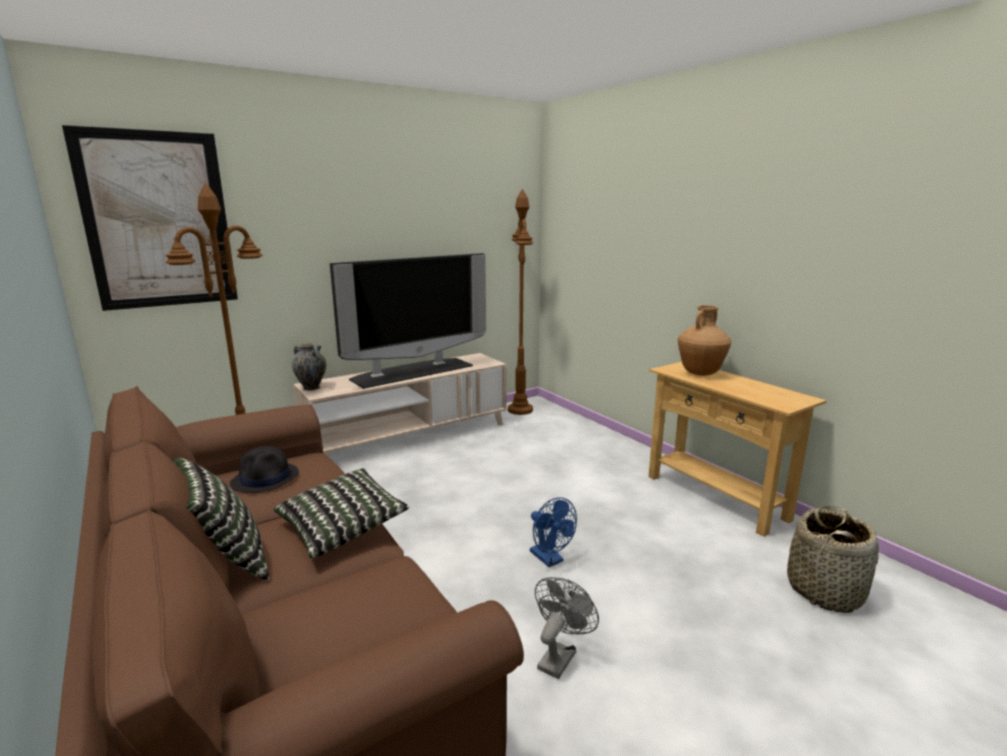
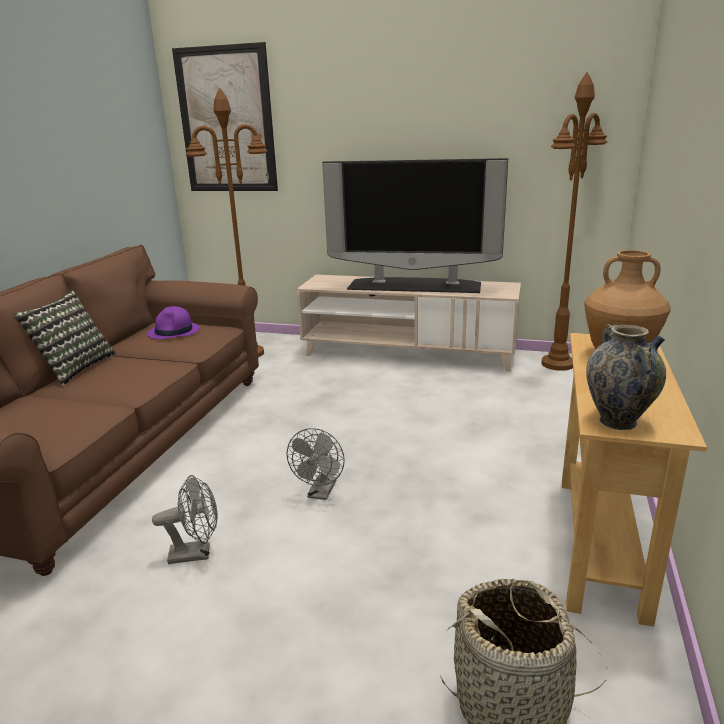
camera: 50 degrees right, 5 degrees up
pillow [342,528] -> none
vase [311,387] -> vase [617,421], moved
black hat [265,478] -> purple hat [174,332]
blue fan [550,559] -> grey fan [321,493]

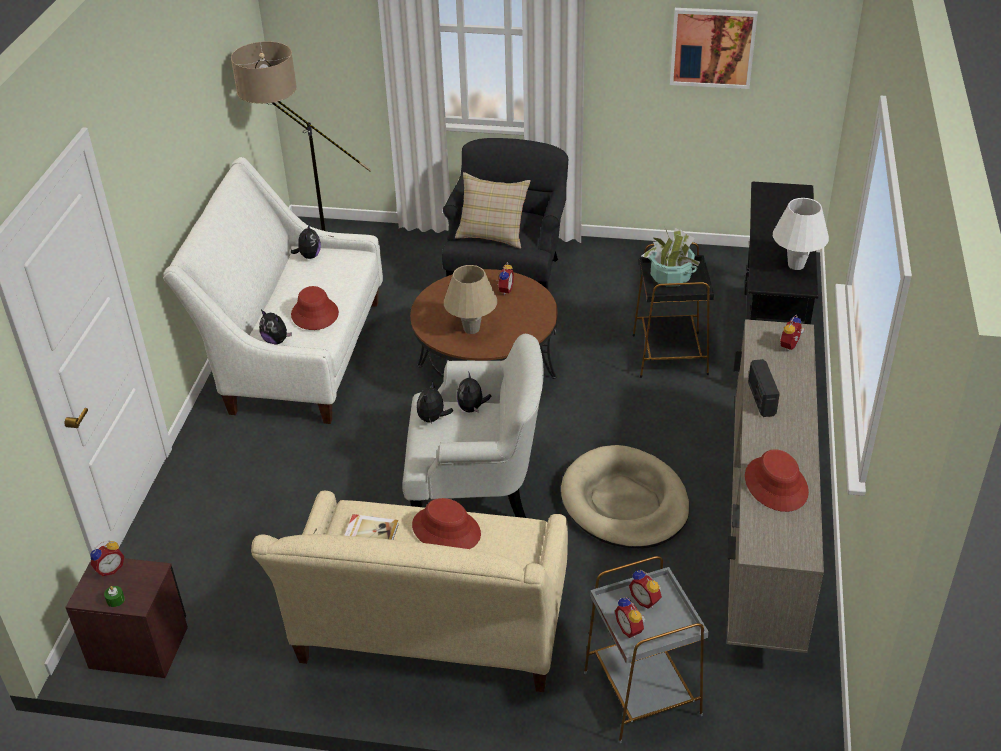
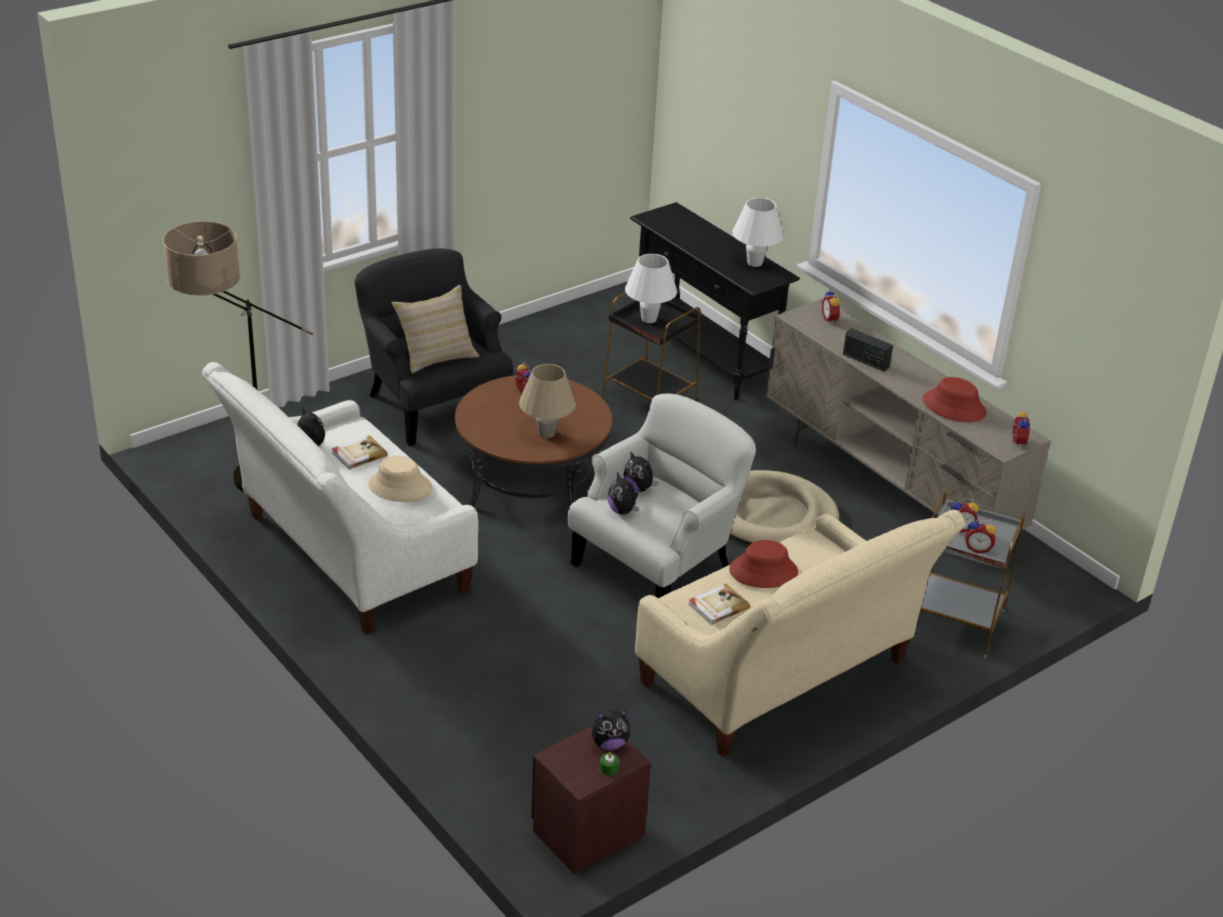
camera: 50 degrees left, 5 degrees down
picture [712,47] -> none
none -> book [359,454]
alarm clock [109,569] -> alarm clock [1016,441], moved
plush toy [276,341] -> plush toy [609,744], moved
potted plant [670,276] -> white table lamp [649,319]
red hat [314,314] -> beige hat [400,487]

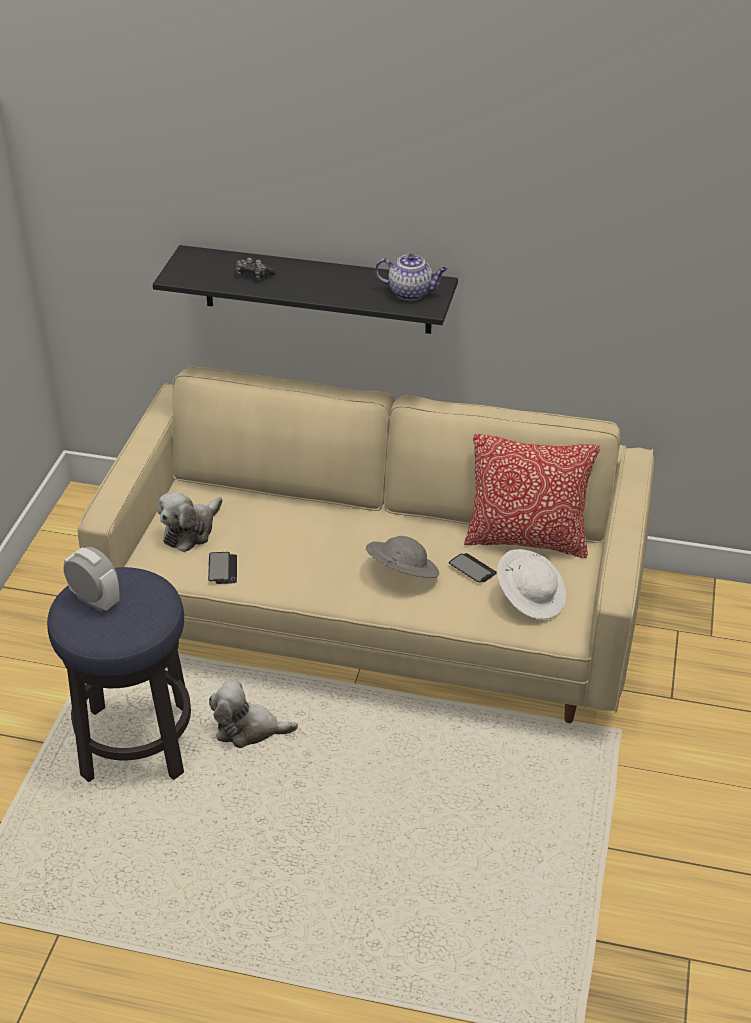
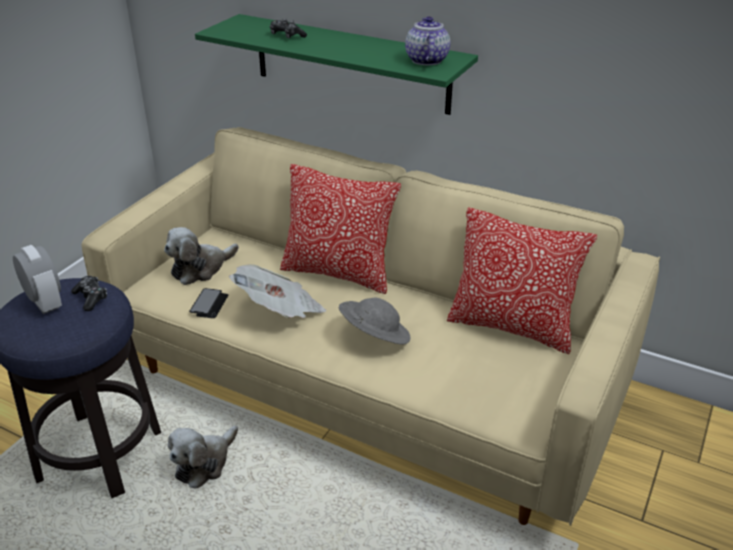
camera: 15 degrees right, 5 degrees down
phone [472,569] -> none
white hat [530,597] -> none
none -> game controller [91,298]
none -> newspaper [280,311]
none -> pillow [338,273]
black shelf [317,290] -> green shelf [351,64]
plush toy [248,729] -> plush toy [204,463], 75 degrees counterclockwise
teapot [411,292] -> teapot [426,60], 120 degrees counterclockwise

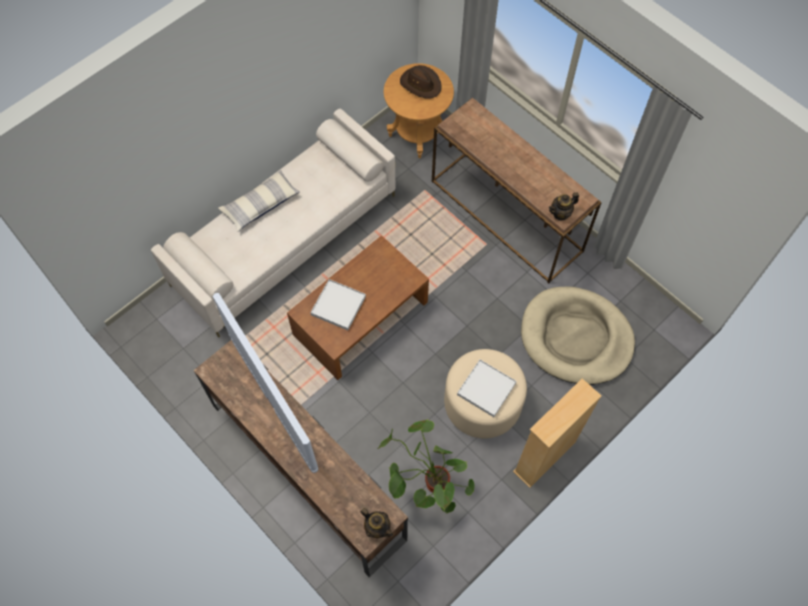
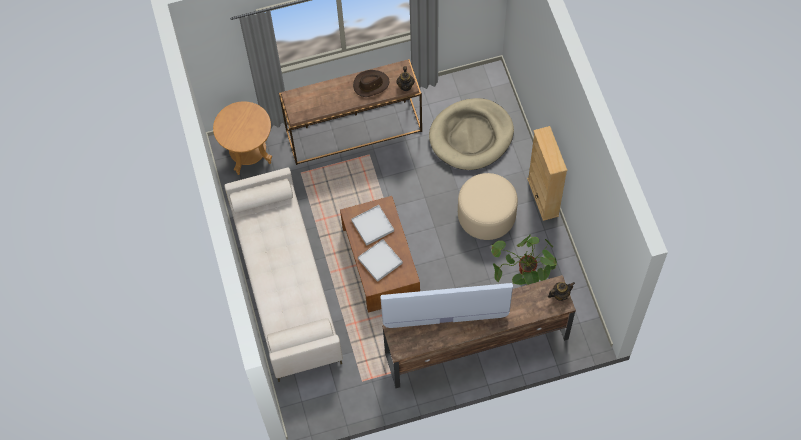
camera: 60 degrees left, 0 degrees up
pillow [260,204] -> none
brown hat [421,84] -> brown hat [371,84], moved
white tray [486,389] -> white tray [373,226], moved

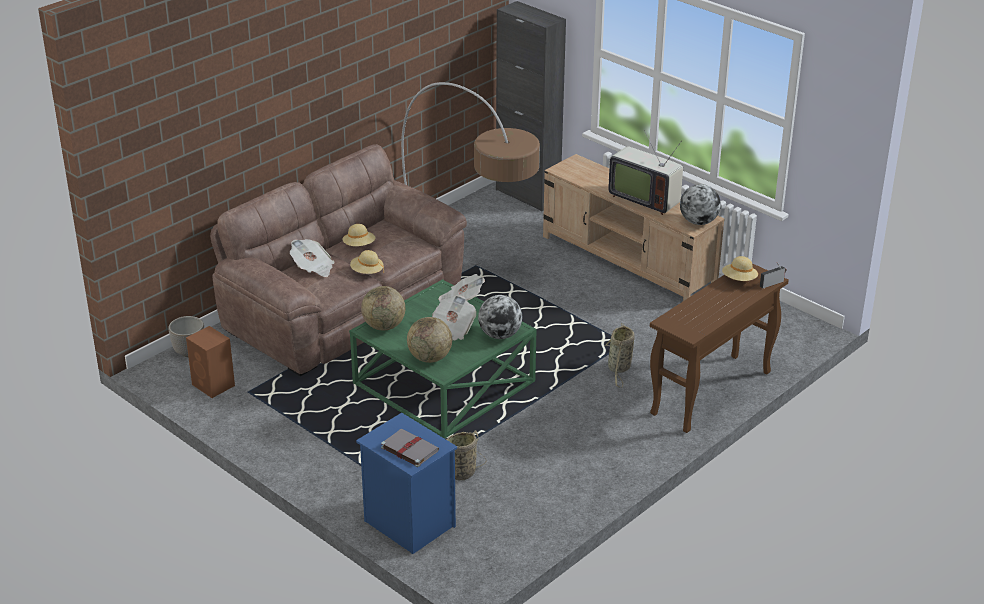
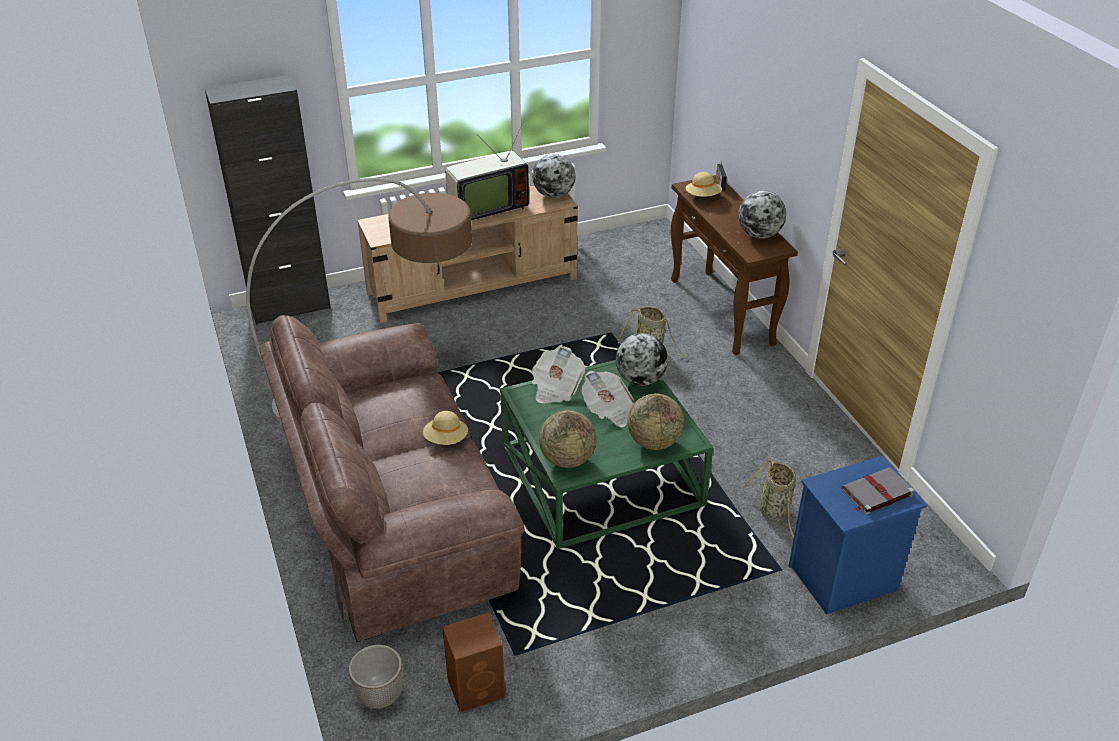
camera: 65 degrees left, 5 degrees up
newspaper [313,268] -> none
beige hat [359,245] -> none
none -> globe [759,235]

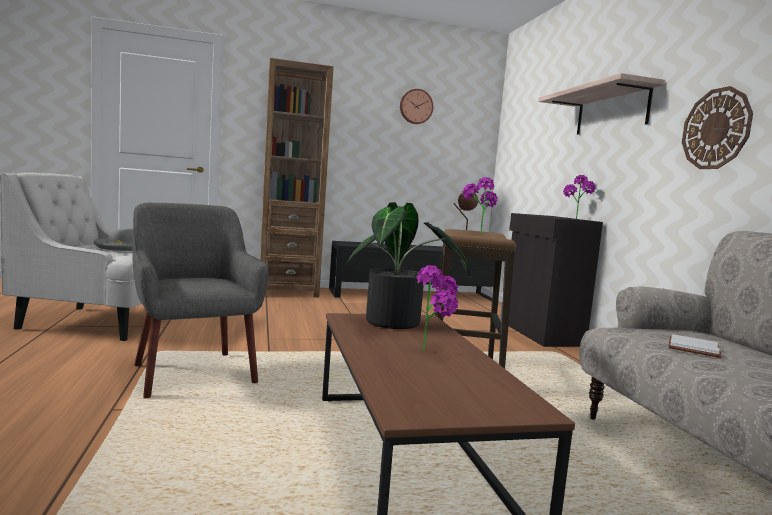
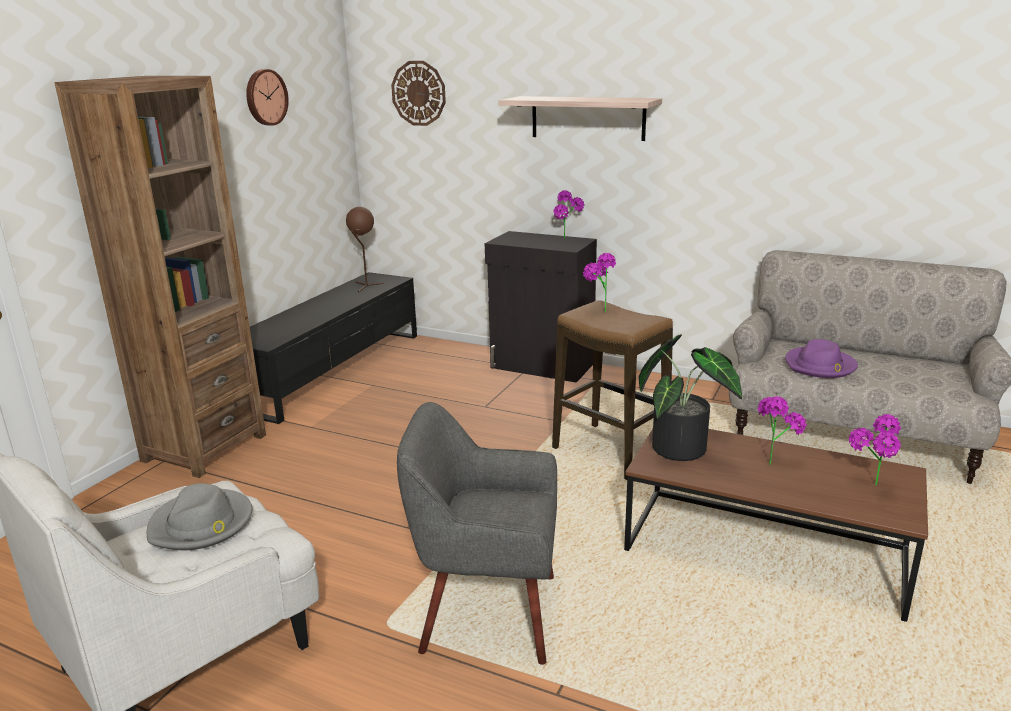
camera: 50 degrees left, 15 degrees up
none -> potted plant [869,488]
wall clock [716,129] -> wall clock [418,93], moved
white book [695,349] -> purple hat [820,366]

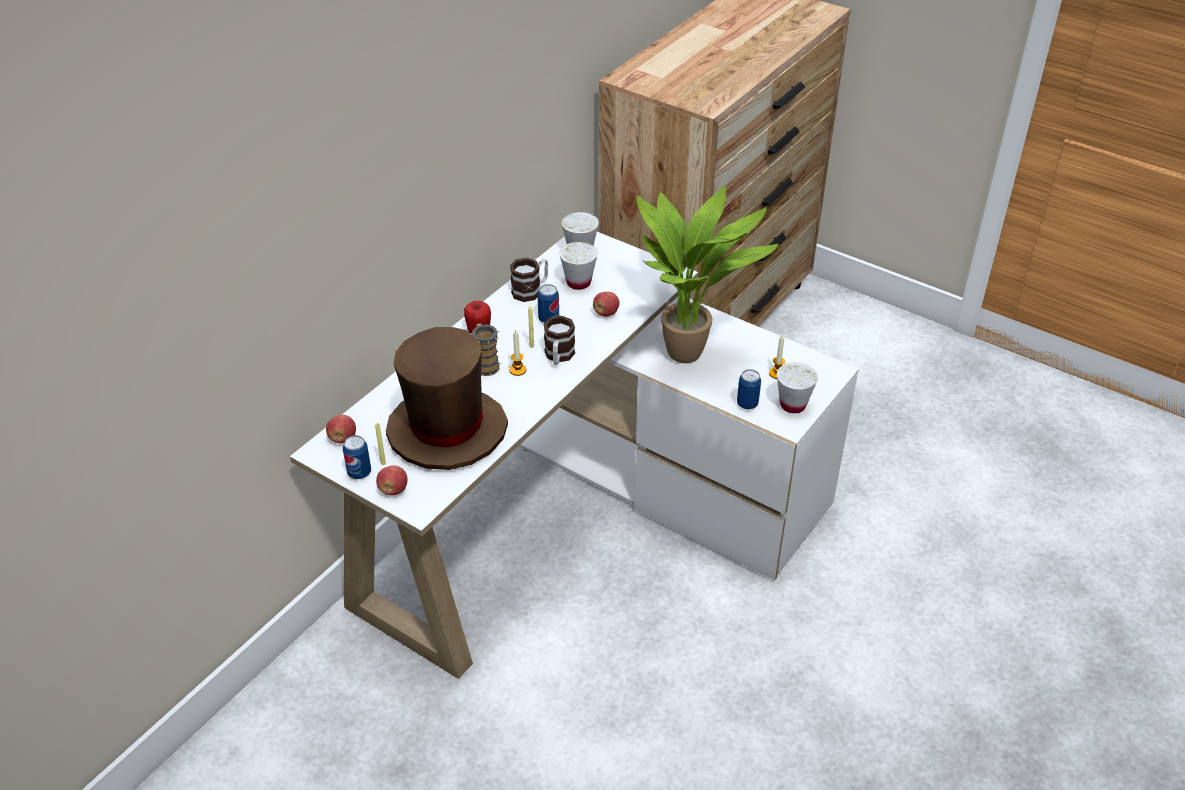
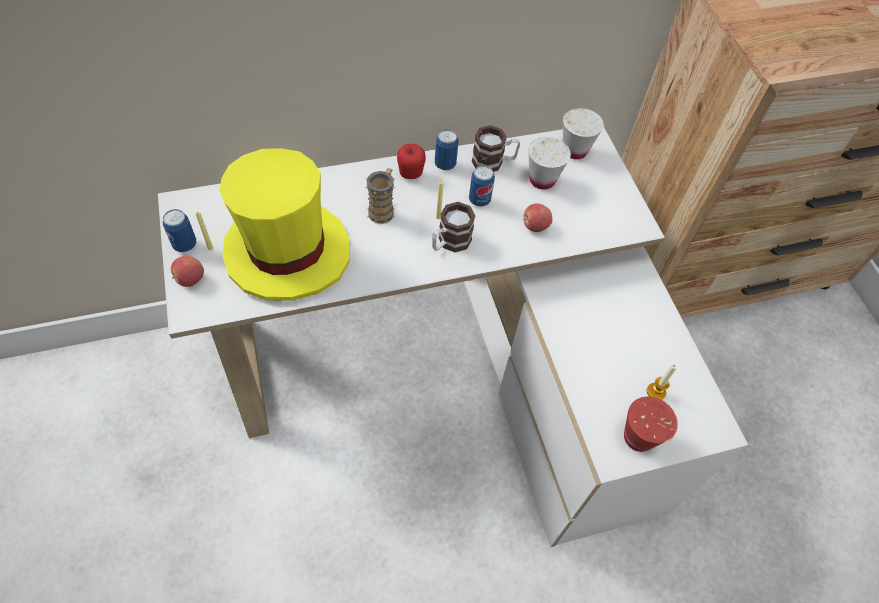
camera: 35 degrees right, 15 degrees up
apple [342,438] -> none
candle [517,370] -> none
potted plant [690,353] -> none
can [747,404] -> can [445,164], moved
brown hat [447,431] -> yellow hat [287,252]
white cup [792,405] -> red cup [638,437]

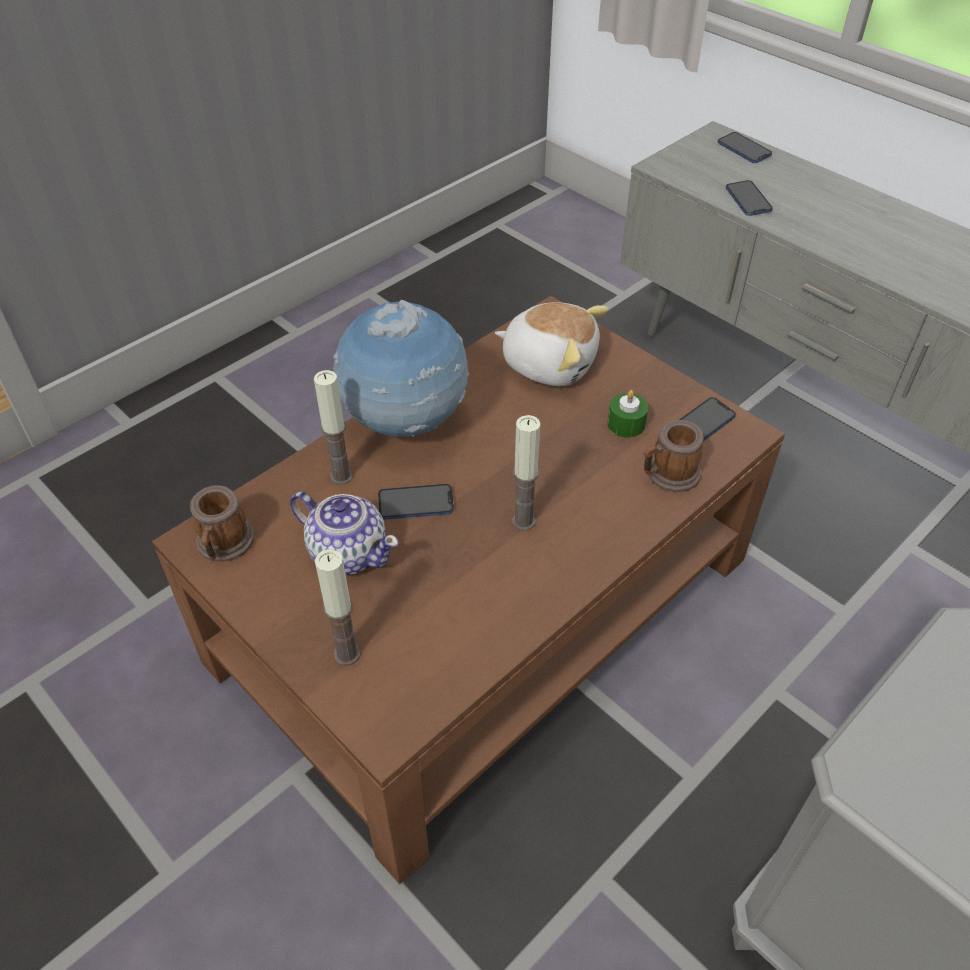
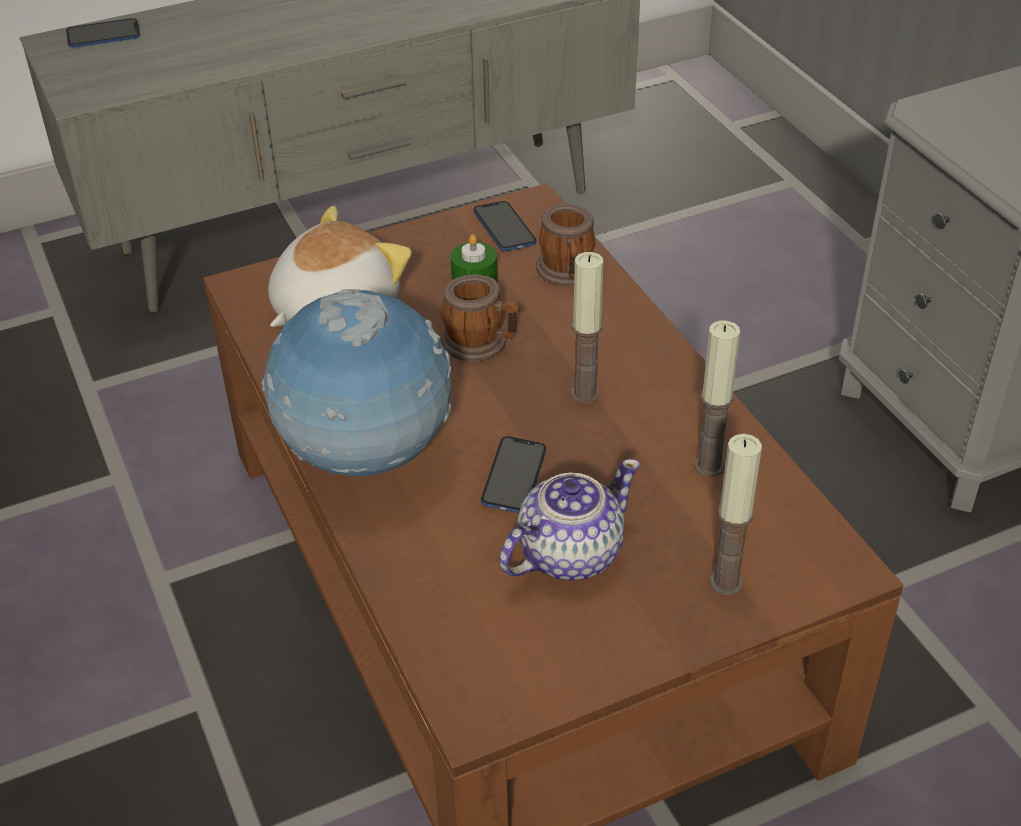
camera: 70 degrees left, 5 degrees down
phone [748,200] -> none
mug [224,546] -> mug [481,343], moved
candle [341,476] -> candle [709,465], moved

